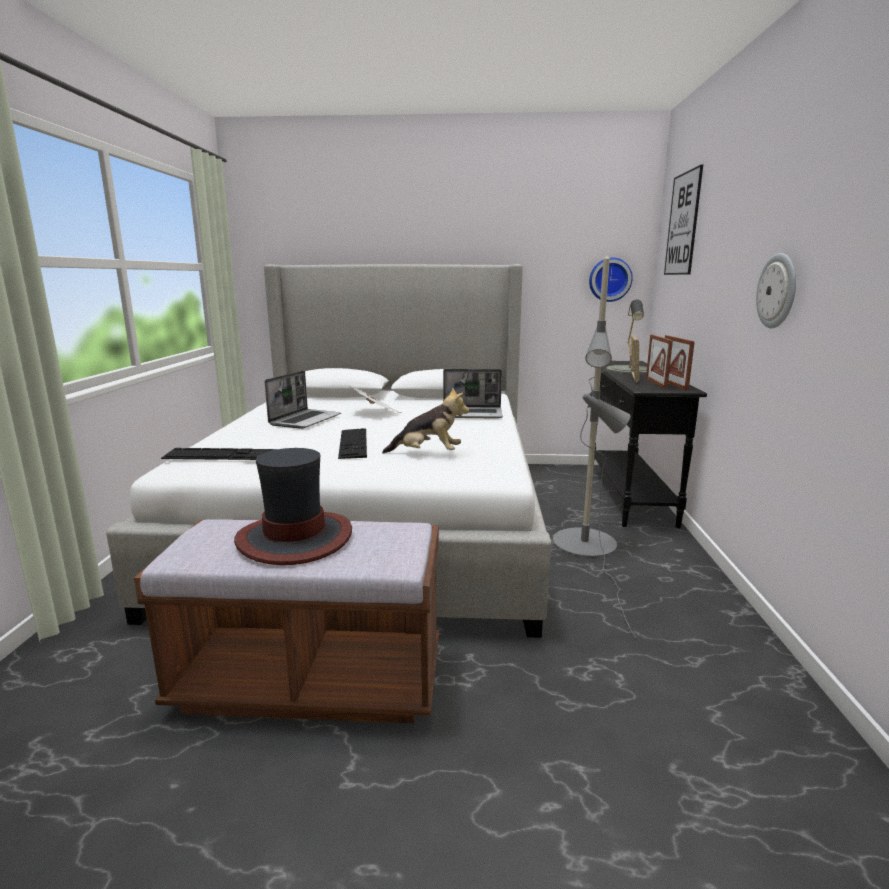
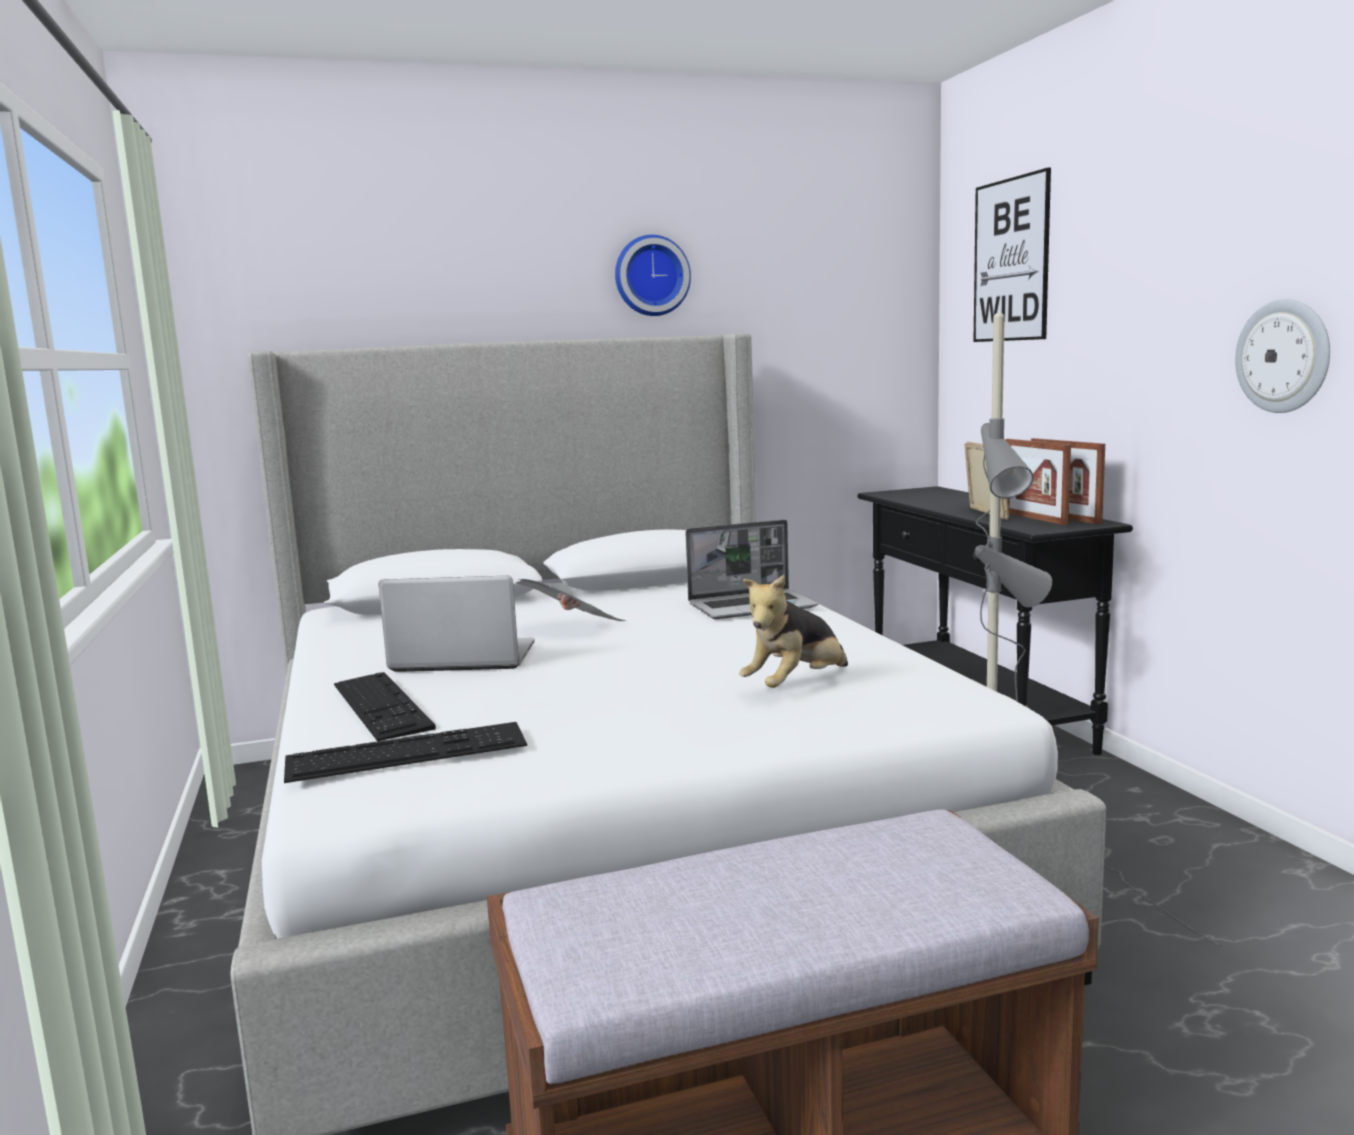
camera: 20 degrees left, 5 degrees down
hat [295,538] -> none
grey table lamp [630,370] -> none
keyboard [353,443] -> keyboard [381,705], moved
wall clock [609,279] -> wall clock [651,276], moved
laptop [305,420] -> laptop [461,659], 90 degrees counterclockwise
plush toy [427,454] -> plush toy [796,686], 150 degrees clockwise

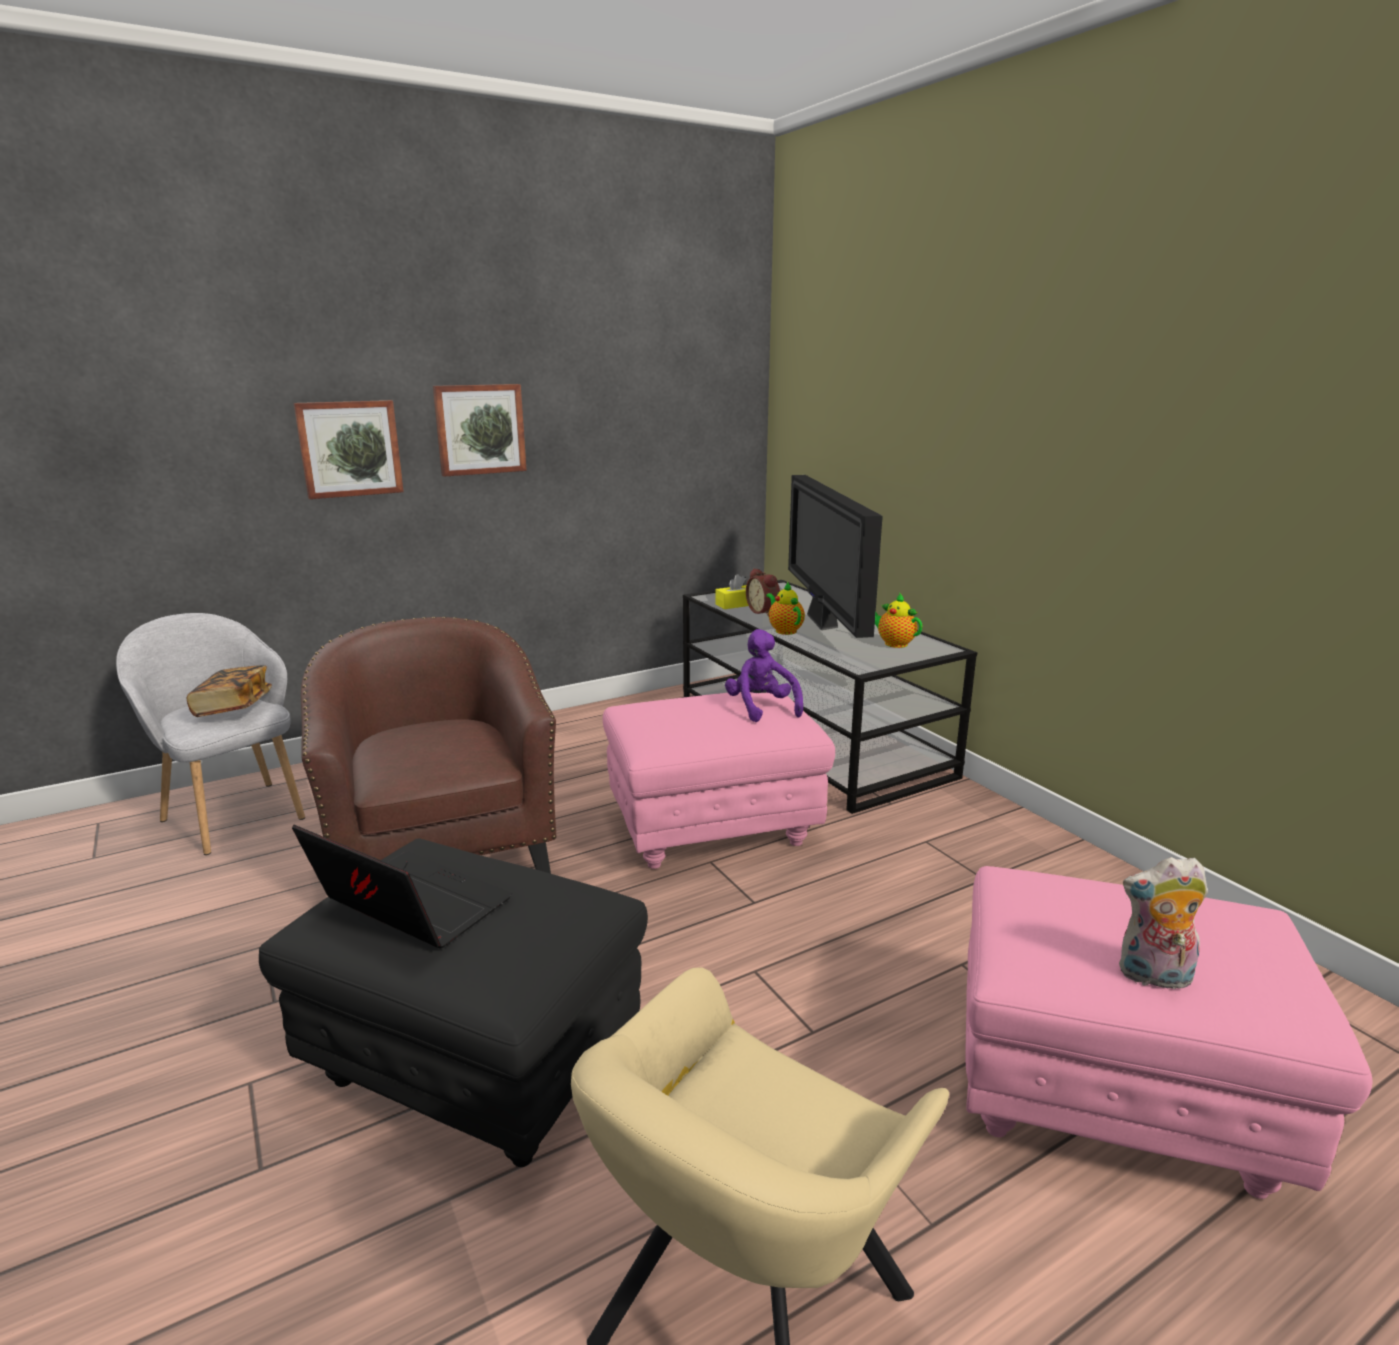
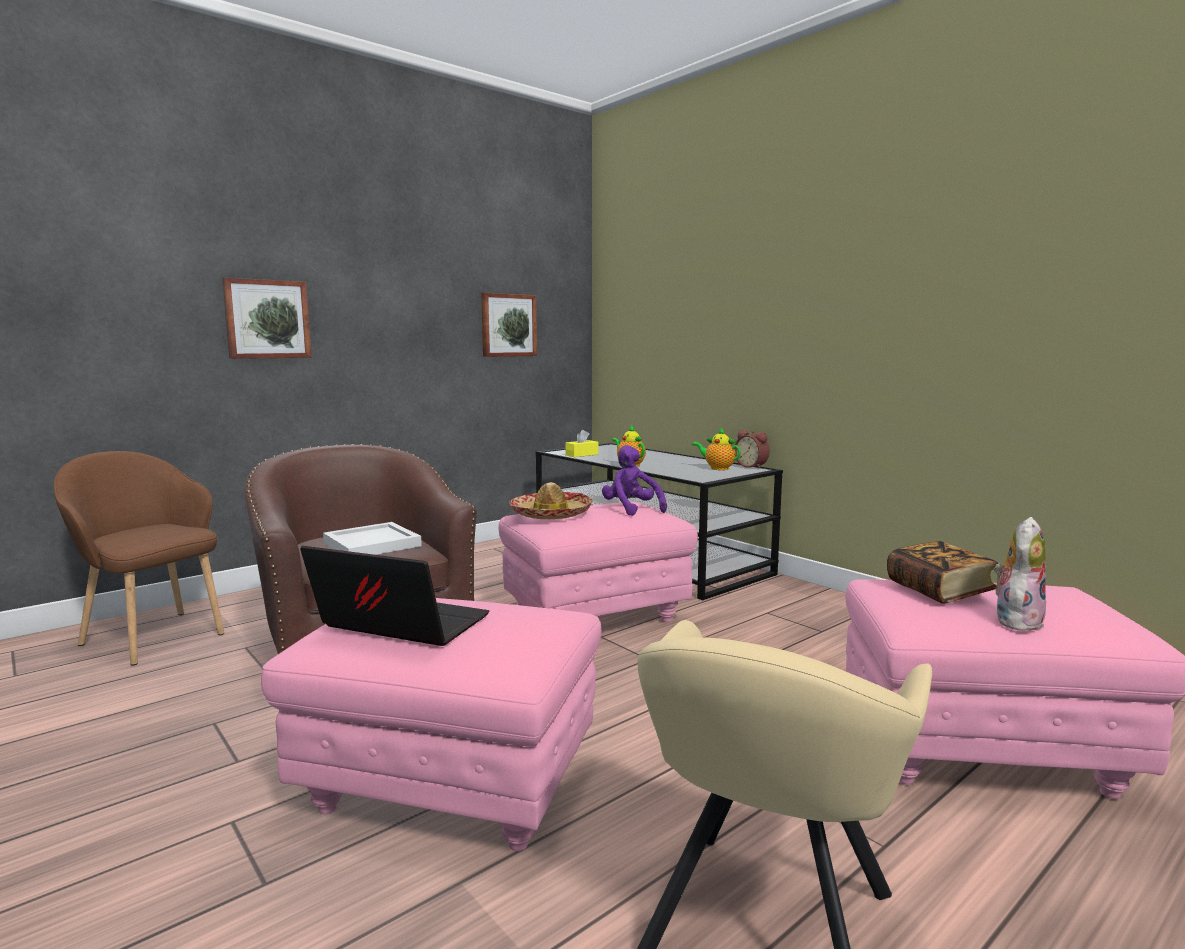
camera: 10 degrees left, 10 degrees down
television [822,622] -> none
none -> white tray [370,544]
none -> hat [551,514]
book [233,706] -> book [939,591], moved
picture [480,429] -> picture [508,325], moved
alarm clock [764,611] -> alarm clock [752,466], moved
grey armchair [234,816] -> brown armchair [153,637]
black ottoman [472,1069] -> pink ottoman [447,789]
plush toy [1153,977] -> plush toy [1016,620], 135 degrees clockwise

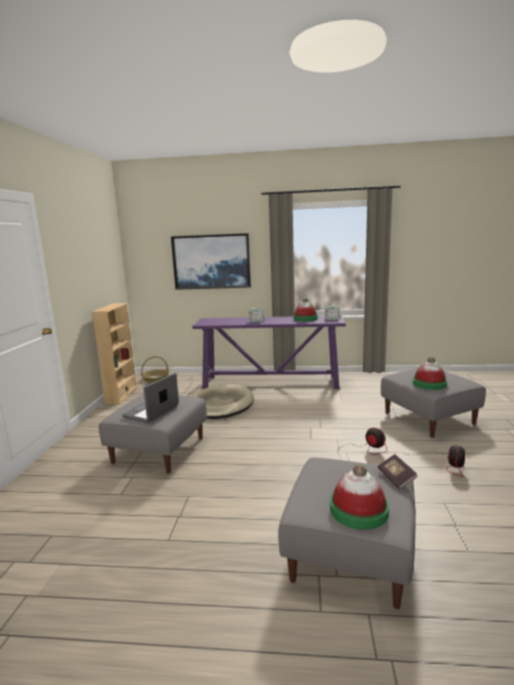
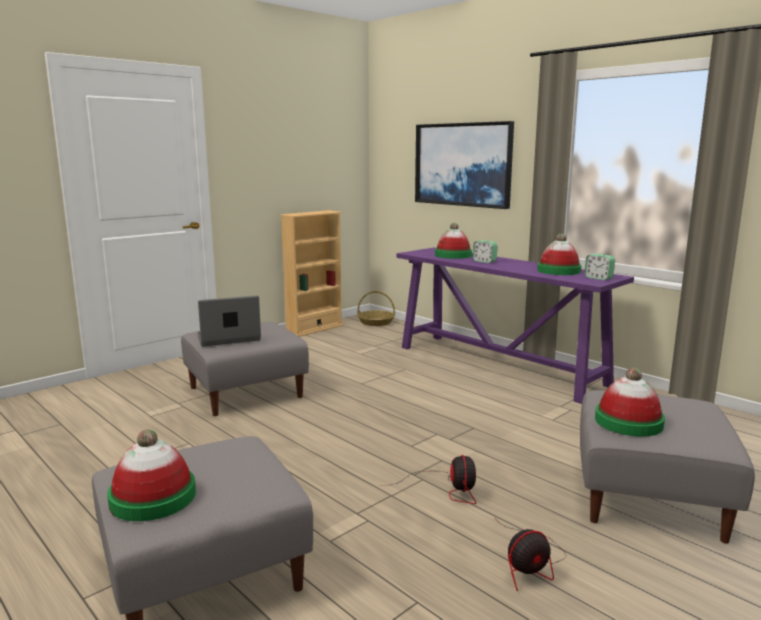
camera: 40 degrees right, 0 degrees up
beige dog bed [221,405] -> none
book [396,478] -> none
none -> hat [453,255]

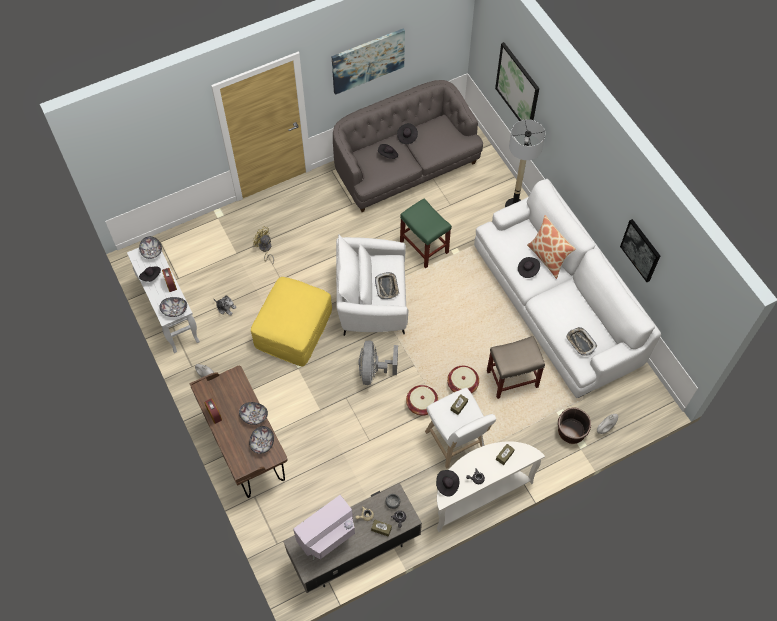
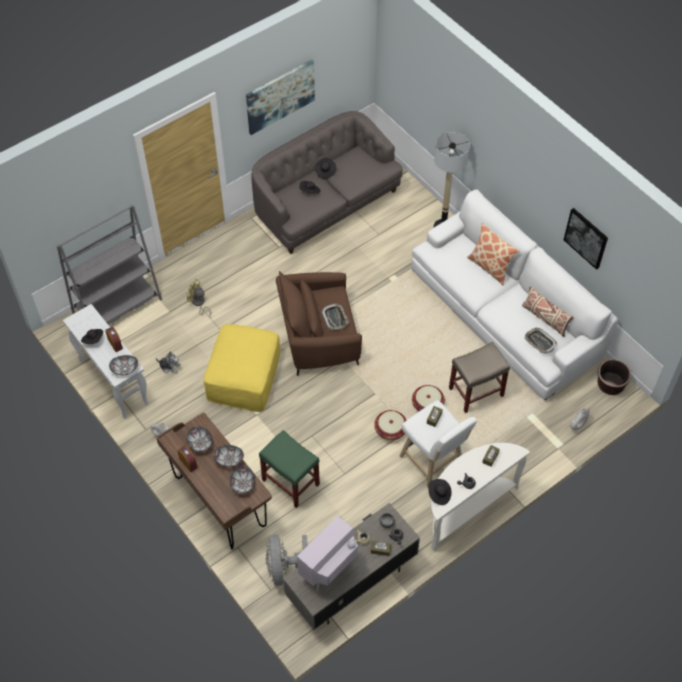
camera: 10 degrees left, 5 degrees down
picture [517,87] -> none
black hat [528,270] -> none
none -> grey bookcase [117,307]
none -> beige pillow [545,318]
bowl [151,252] -> bowl [200,443], moved
grey fan [374,371] -> grey fan [283,567], moved
green stool [424,247] -> green stool [291,482], moved
brown planter [571,431] -> brown planter [610,384], moved
white armchair [371,299] -> brown armchair [318,336]

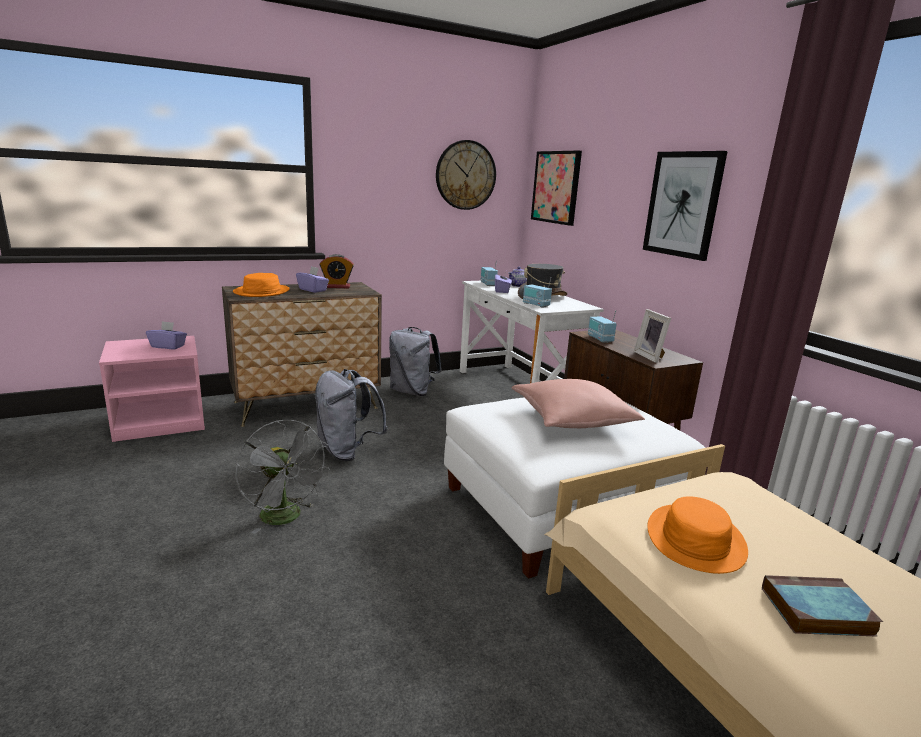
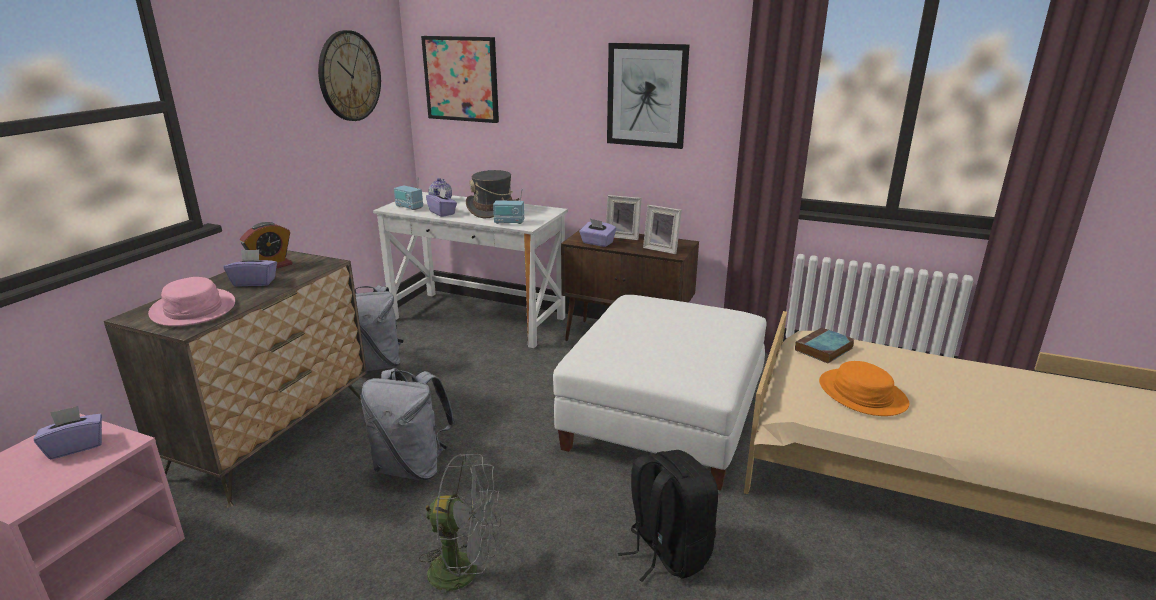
camera: 40 degrees left, 5 degrees up
pink pillow [572,420] -> none
none -> picture frame [623,236]
none -> black backpack [666,552]
book [815,612] -> book [823,349], moved
radio [600,339] -> purple tissue box [597,243]
orange hat [262,292] -> pink hat [194,309]

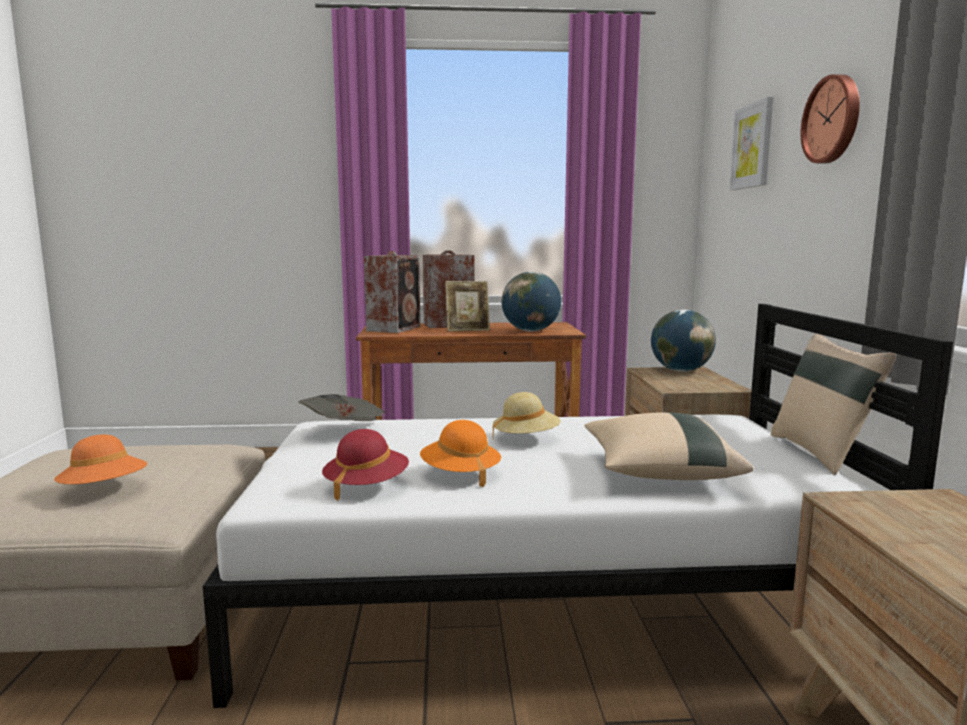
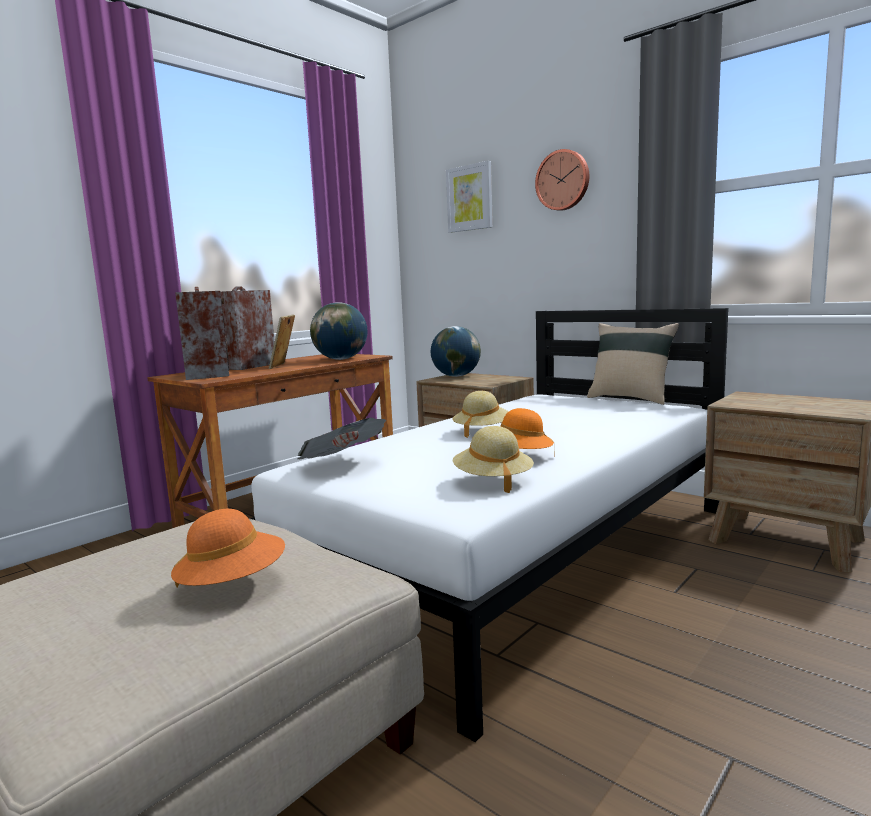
camera: 45 degrees left, 0 degrees up
beige pillow [658,472] -> none
red hat [366,486] -> beige hat [492,481]
picture frame [467,330] -> picture frame [284,366], 150 degrees clockwise

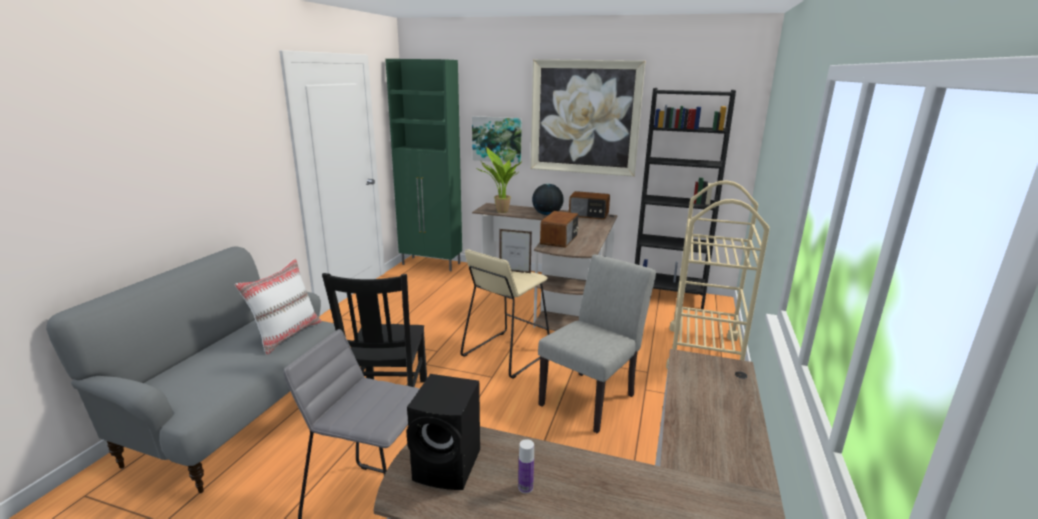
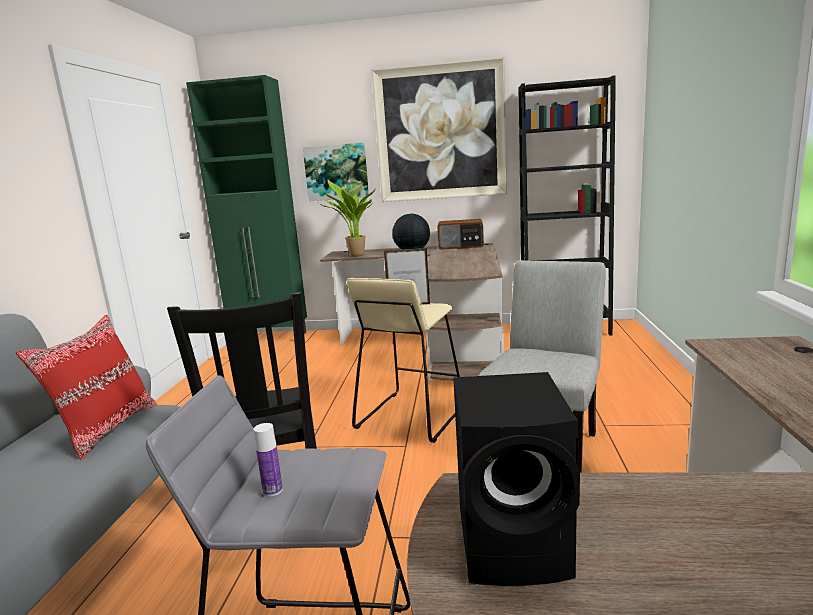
camera: 10 degrees left, 5 degrees down
radio [559,240] -> none
beige cart [704,352] -> none
bottle [525,487] -> bottle [273,490], moved
white pillow [287,335] -> red pillow [107,429]

